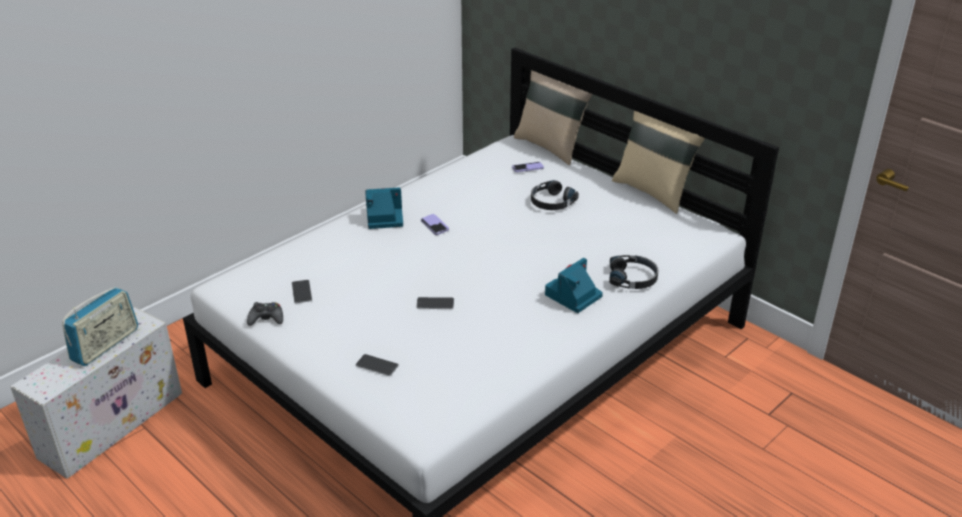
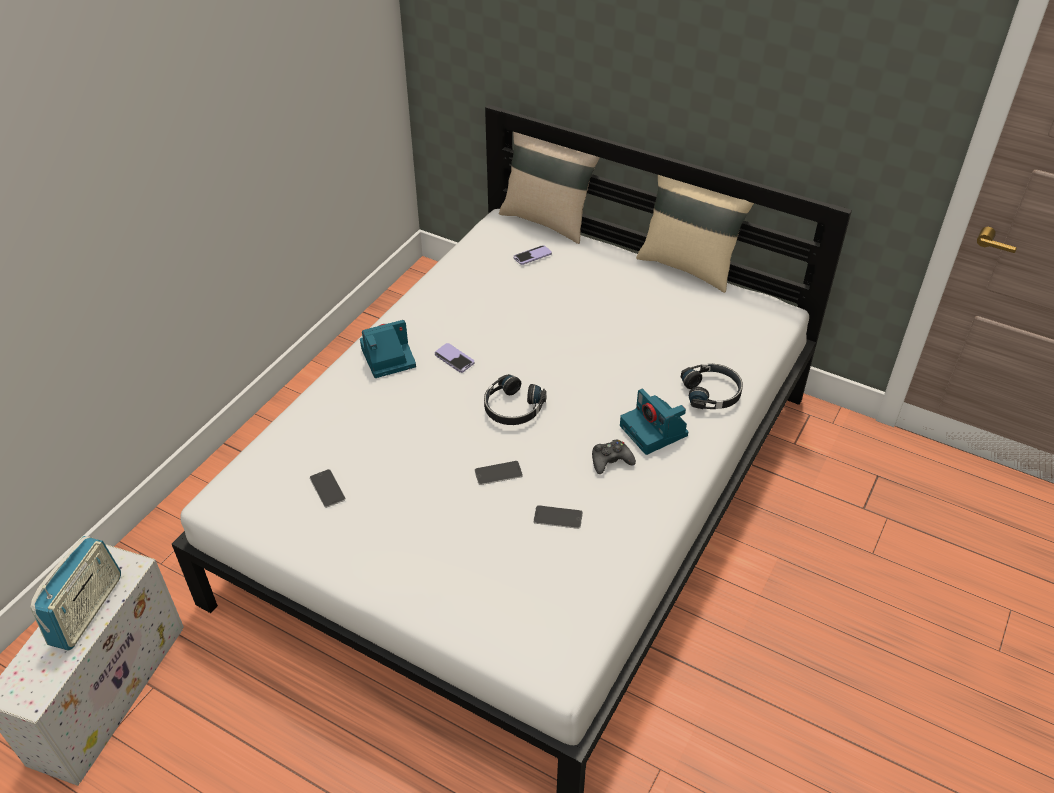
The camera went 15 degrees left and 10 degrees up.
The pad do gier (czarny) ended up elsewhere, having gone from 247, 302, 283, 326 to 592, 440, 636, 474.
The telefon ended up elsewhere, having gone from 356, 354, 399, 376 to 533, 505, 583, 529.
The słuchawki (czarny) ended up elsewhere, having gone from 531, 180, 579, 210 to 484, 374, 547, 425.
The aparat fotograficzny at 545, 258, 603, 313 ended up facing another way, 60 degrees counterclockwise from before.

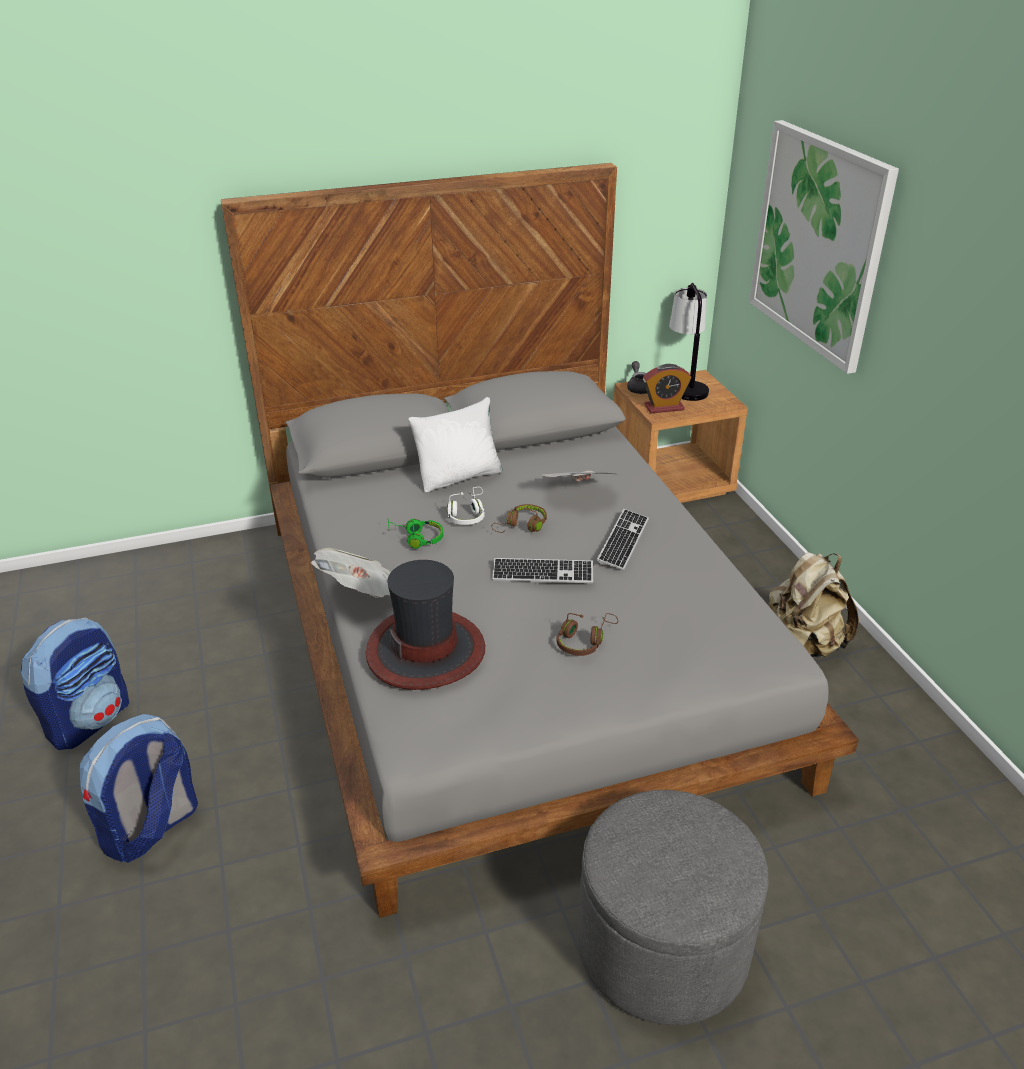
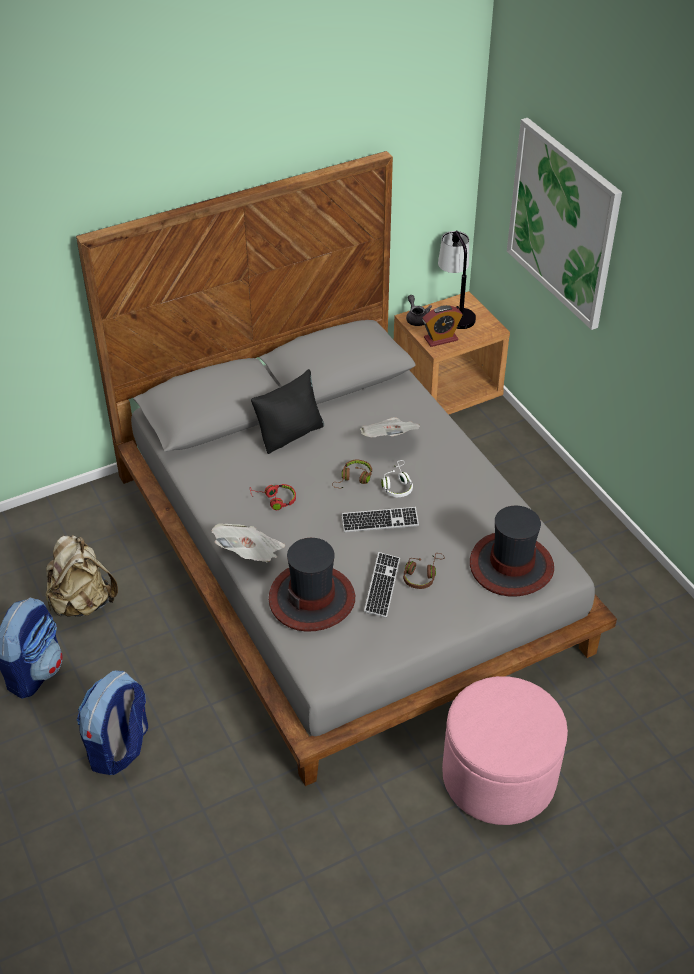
The camera went 10 degrees left and 10 degrees up.
What was the słuchawki (zielony) at 388, 519, 443, 549 turned into the słuchawki (czerwony) at 250, 484, 296, 510.
What was the poduszka (biały) at 408, 397, 503, 492 turned into the poduszka (czarny) at 251, 369, 324, 454.
The słuchawki (biały) ended up elsewhere, having gone from 447, 487, 485, 525 to 381, 460, 413, 497.
What was the pufa (szary) at 578, 790, 769, 1025 turned into the pufa (różowy) at 442, 676, 568, 825.
The klawiatura ended up elsewhere, having gone from 597, 509, 649, 570 to 364, 552, 400, 618.
The plecak (beżowy) ended up elsewhere, having gone from 769, 552, 859, 658 to 46, 535, 118, 617.
The second view gained the kapelusz at 470, 506, 554, 597.

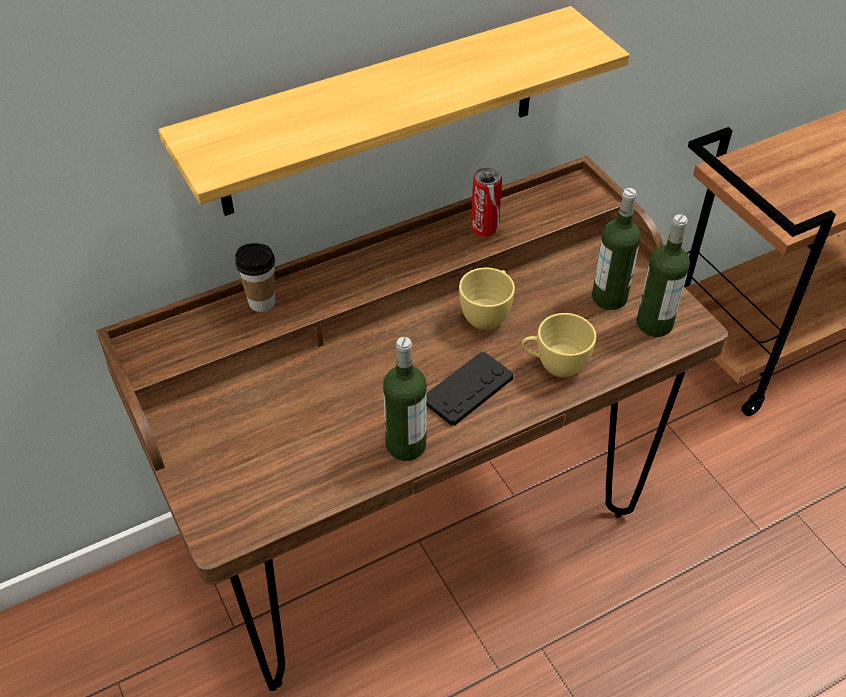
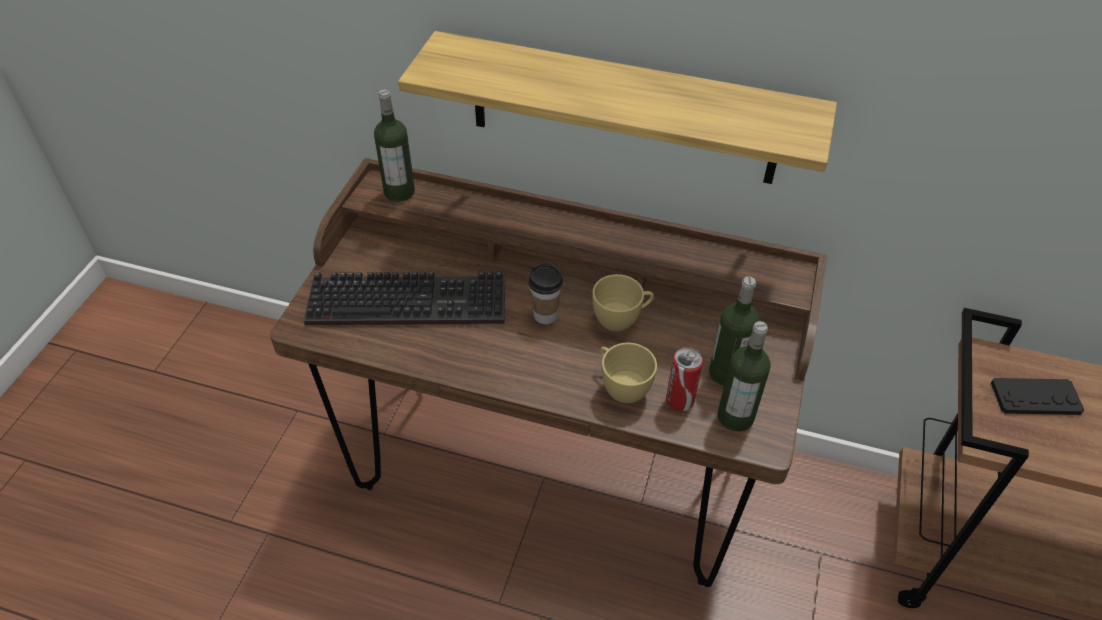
The camera went 45 degrees right and 0 degrees up.
The filiżanka ended up elsewhere, having gone from 235, 243, 275, 312 to 528, 264, 563, 324.
The butelka ended up elsewhere, having gone from 383, 337, 427, 461 to 374, 89, 415, 202.
The pad do gier (czarny) ended up elsewhere, having gone from 427, 352, 513, 426 to 991, 378, 1084, 415.
The puszka ended up elsewhere, having gone from 471, 168, 502, 237 to 666, 347, 703, 411.
The second view gained the klawiatura at 304, 271, 505, 325.

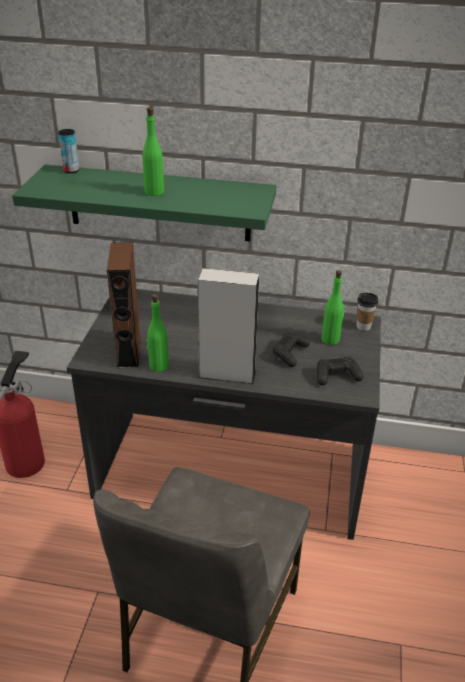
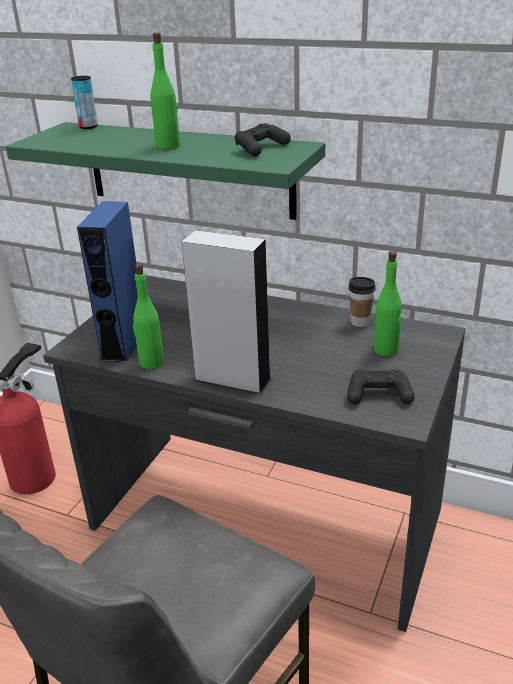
The camera went 15 degrees right and 5 degrees down.
What was the głośnik (brązowy) at 107, 242, 141, 368 turned into the głośnik (niebieski) at 77, 201, 138, 362.
The pad do gier (czarny) ended up elsewhere, having gone from 273, 332, 310, 367 to 235, 123, 291, 157.
The filiżanka ended up elsewhere, having gone from 357, 293, 378, 331 to 348, 277, 376, 327.

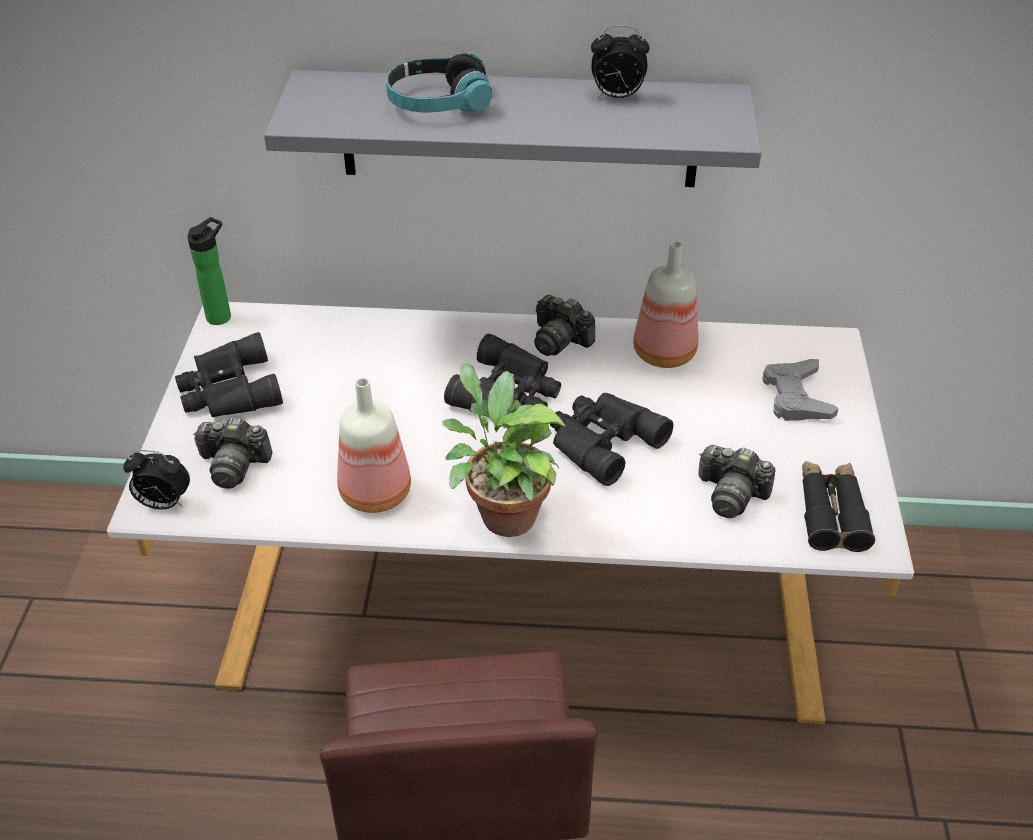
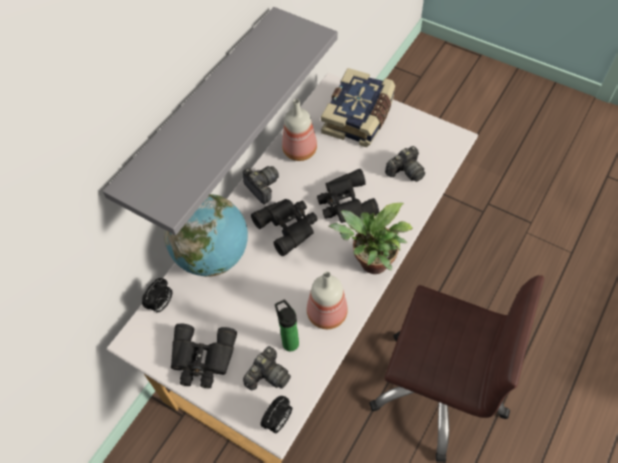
The camera went 60 degrees left and 15 degrees up.
The butelka ended up elsewhere, having gone from 188, 217, 231, 325 to 275, 299, 299, 351.
The second view lost the słuchawki at 386, 52, 493, 112.
The aparat fotograficzny at 534, 295, 595, 356 ended up facing another way, 105 degrees counterclockwise from before.
The budzik ended up elsewhere, having gone from 591, 25, 649, 99 to 142, 278, 172, 313.
Where the pad do gier (szary) stood at 763, 359, 839, 421, the książka came to stand at 321, 68, 395, 147.
The second view lost the lornetka (czarny) at 802, 461, 875, 552.
The second view gained the globus at 164, 194, 248, 277.

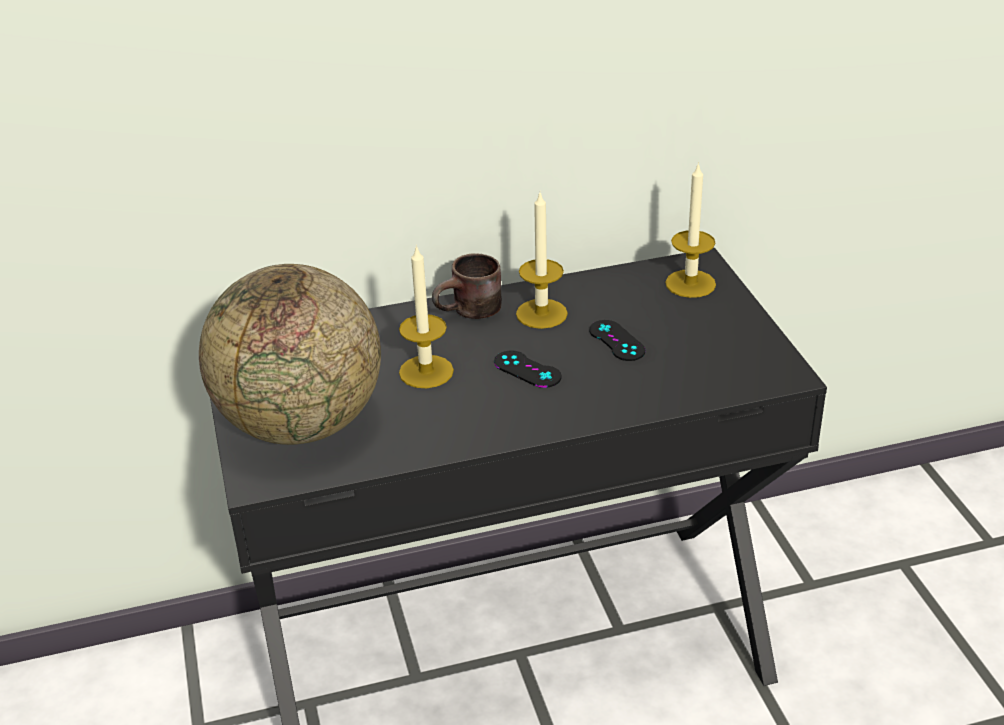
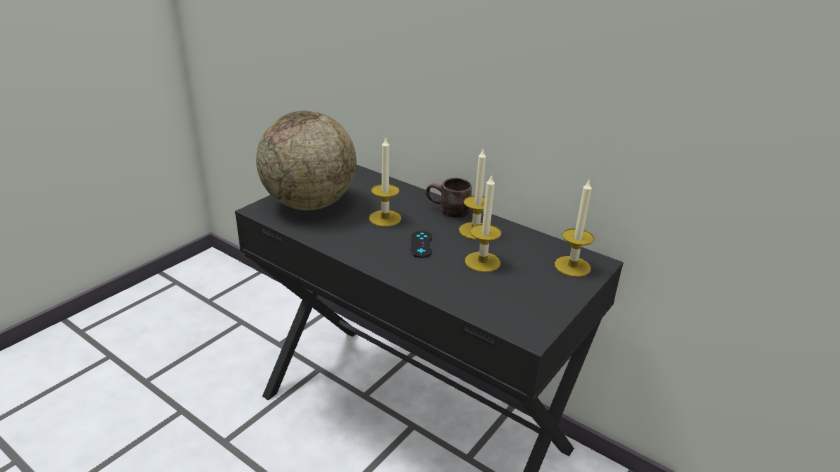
The camera went 50 degrees right and 5 degrees down.
Where the pad do gier (czarny) stood at 589, 320, 646, 361, the świeca came to stand at 465, 174, 501, 272.

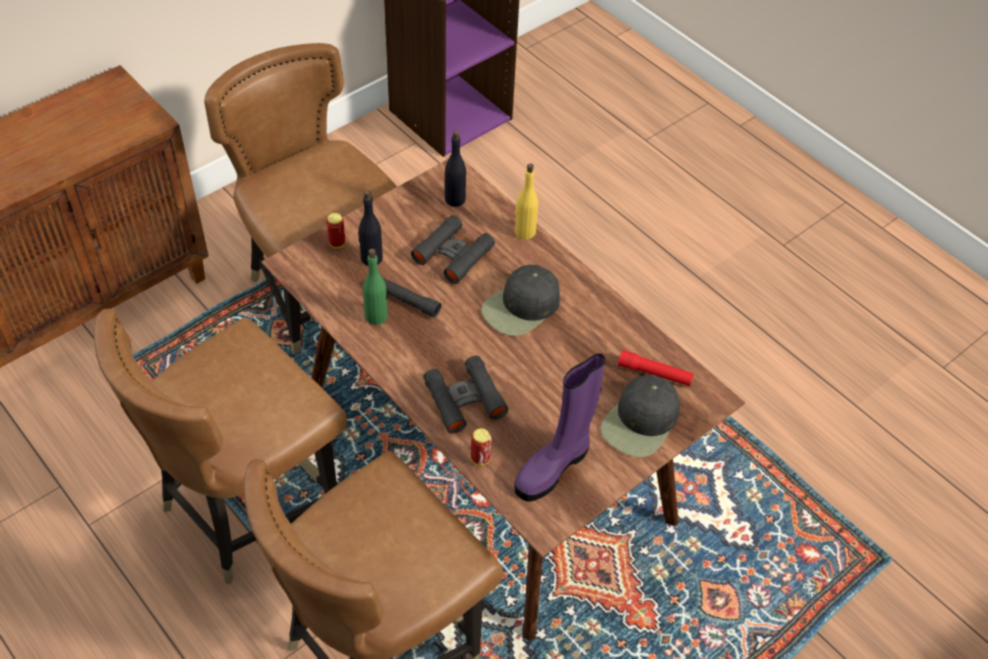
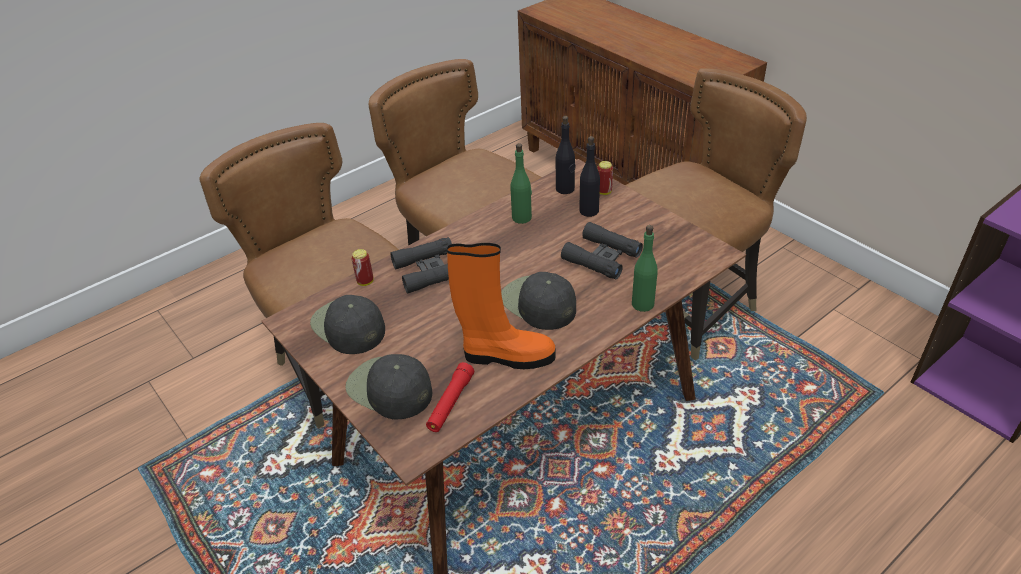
The camera went 95 degrees right and 10 degrees down.
The second view lost the latarka (czarny) at 383, 278, 441, 318.
The butelka (czarny) ended up elsewhere, having gone from 445, 131, 466, 207 to 556, 116, 576, 194.
Where the but z cholewką (fioletowy) stood at 514, 353, 605, 502, the czapka z daszkiem (czarny) came to stand at 310, 295, 385, 354.
What was the butelka (żółty) at 515, 163, 538, 239 turned into the butelka (zielony) at 632, 225, 658, 312.
The second view gained the but z cholewką (pomarańczowy) at 447, 243, 556, 369.

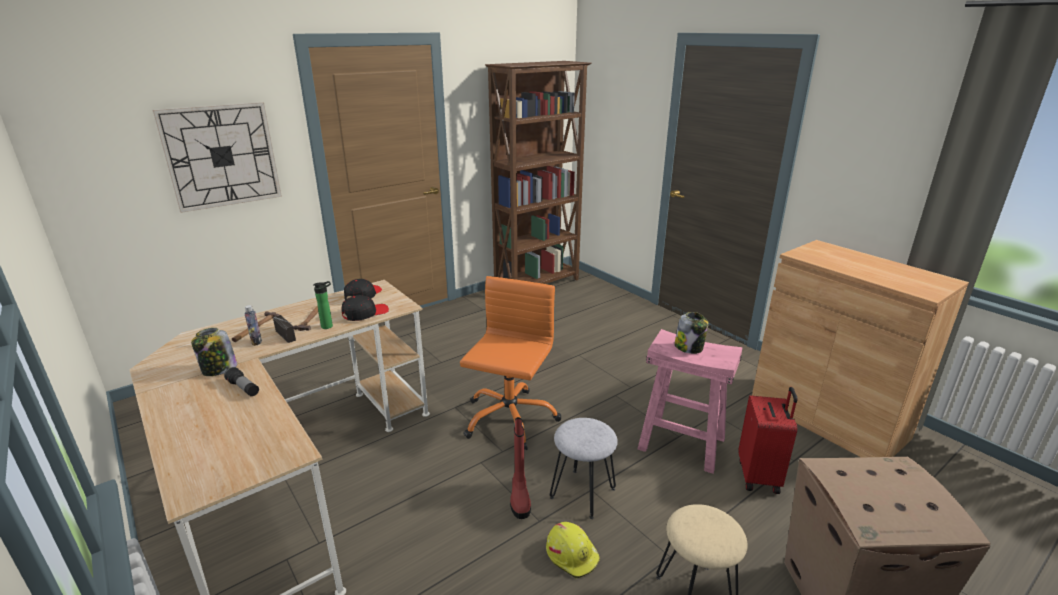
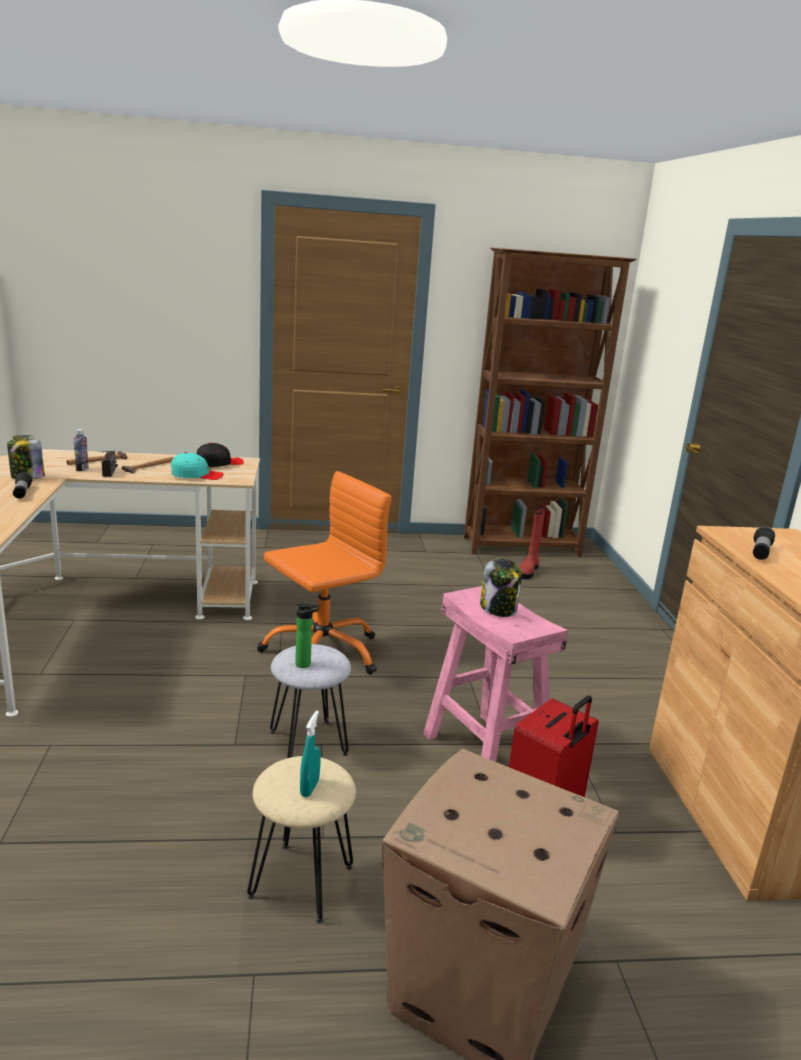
The camera went 30 degrees right and 5 degrees down.
The second view lost the zegar ścienny at 152, 102, 282, 213.
The butelka ended up elsewhere, having gone from 313, 281, 333, 329 to 295, 603, 319, 668.
What was the czapka z daszkiem (czarny) at 341, 295, 389, 321 turned into the czapka z daszkiem (turkusowy) at 171, 452, 224, 480.
The but z cholewką (czerwony) ended up elsewhere, having gone from 510, 417, 531, 519 to 519, 506, 546, 580.
The second view lost the kask (żółty) at 546, 522, 600, 579.
The second view gained the spryskiwacz (turkusowy) at 300, 711, 321, 797.
The second view gained the latarka at 753, 526, 775, 560.

